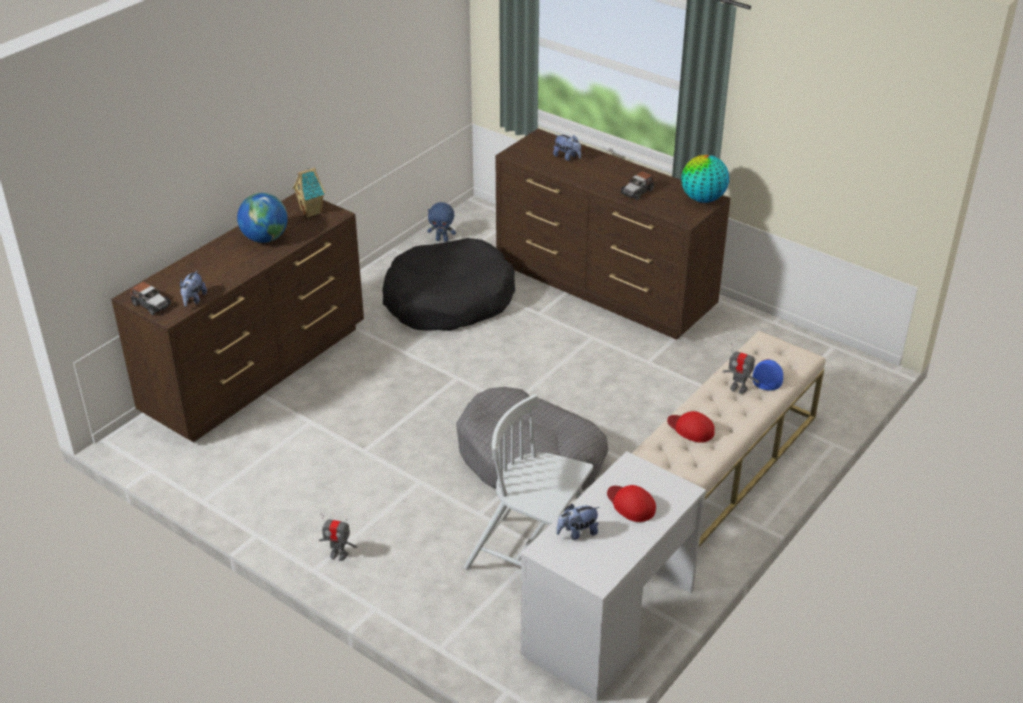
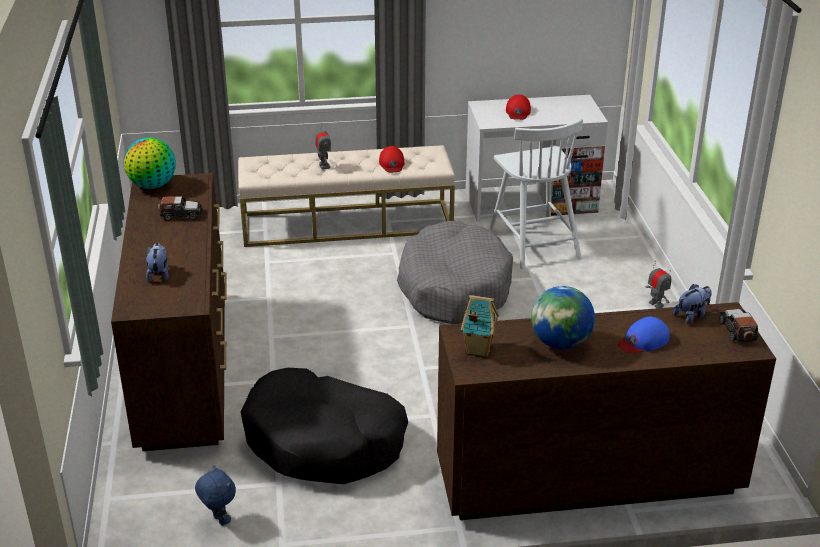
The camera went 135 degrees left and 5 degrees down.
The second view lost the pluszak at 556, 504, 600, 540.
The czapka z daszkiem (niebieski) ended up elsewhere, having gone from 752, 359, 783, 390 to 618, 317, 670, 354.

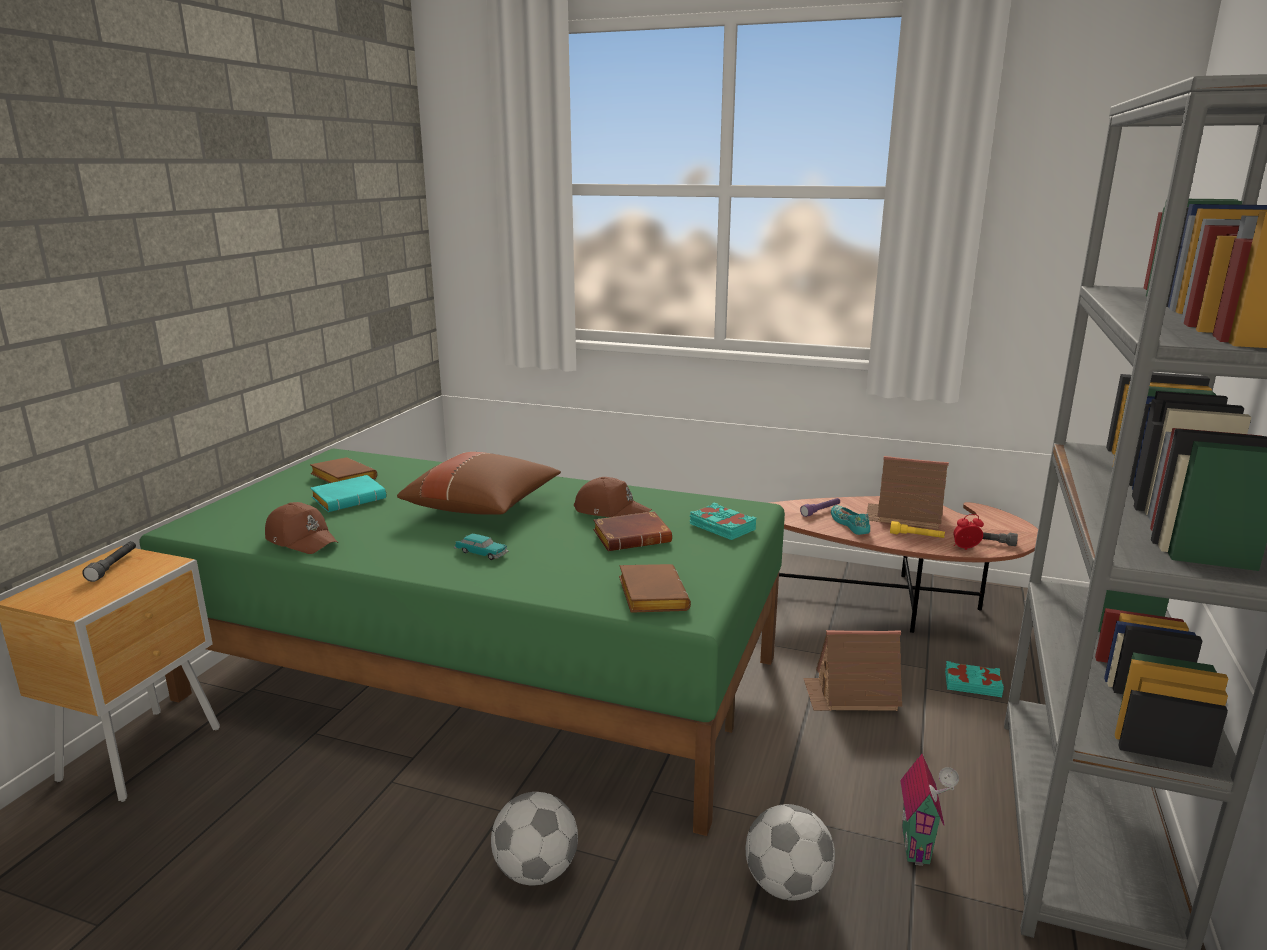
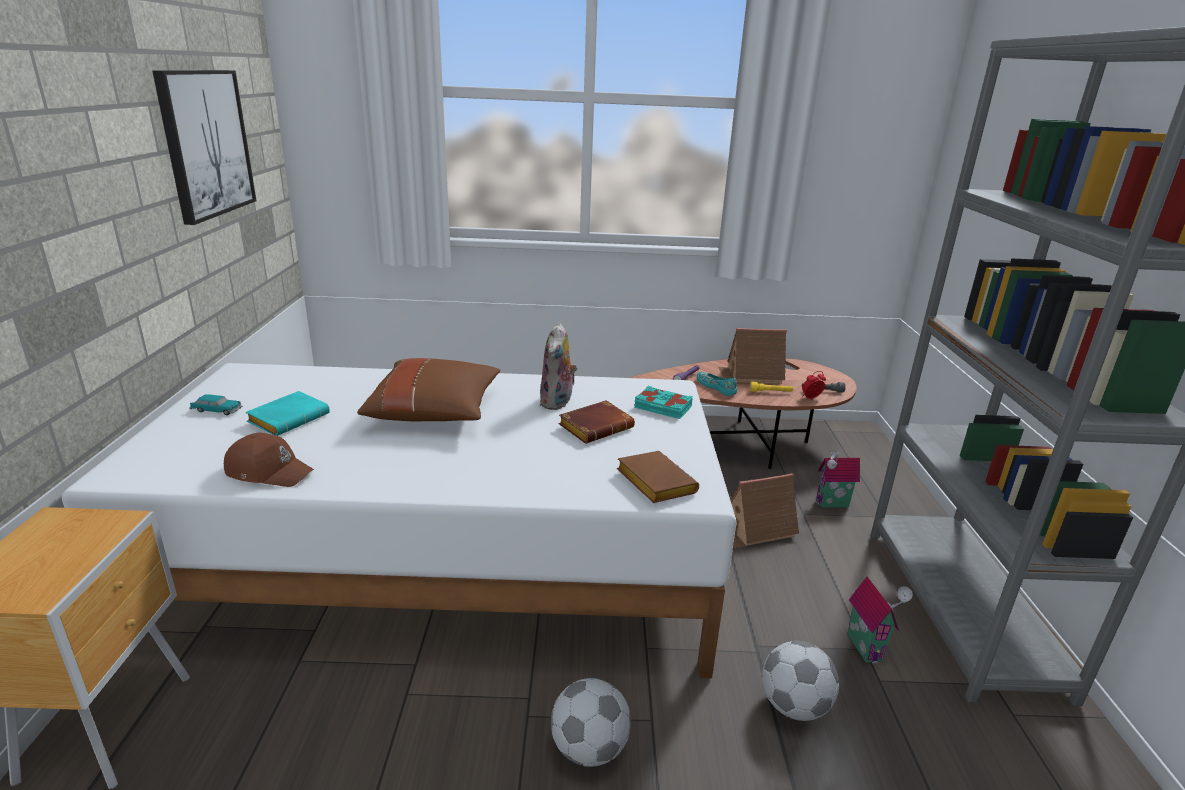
The camera went 20 degrees left and 5 degrees up.
The second view lost the latarka (szary) at 82, 541, 136, 582.
What was the łóżko (zielony) at 140, 448, 785, 836 turned into the łóżko (biały) at 62, 363, 737, 679.
The second view lost the książka (brązowy) at 310, 457, 377, 483.
The samochodzik ended up elsewhere, having gone from 454, 534, 509, 560 to 189, 394, 243, 415.
Where the czapka z daszkiem (brązowy) stood at 574, 477, 652, 517, the pluszak came to stand at 540, 322, 578, 410.
Where the książka (turkusowy) stood at 945, 661, 1004, 697, the domek came to stand at 816, 450, 860, 507.
The second view gained the obraz at 152, 70, 256, 225.

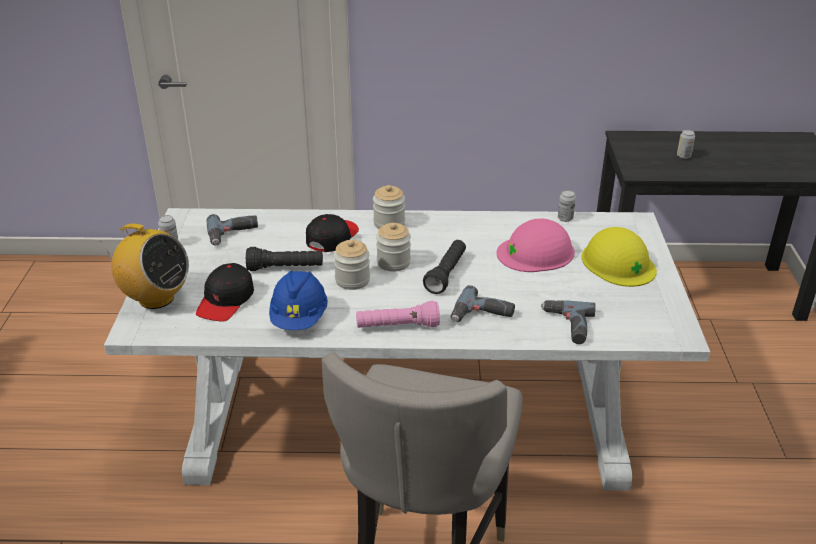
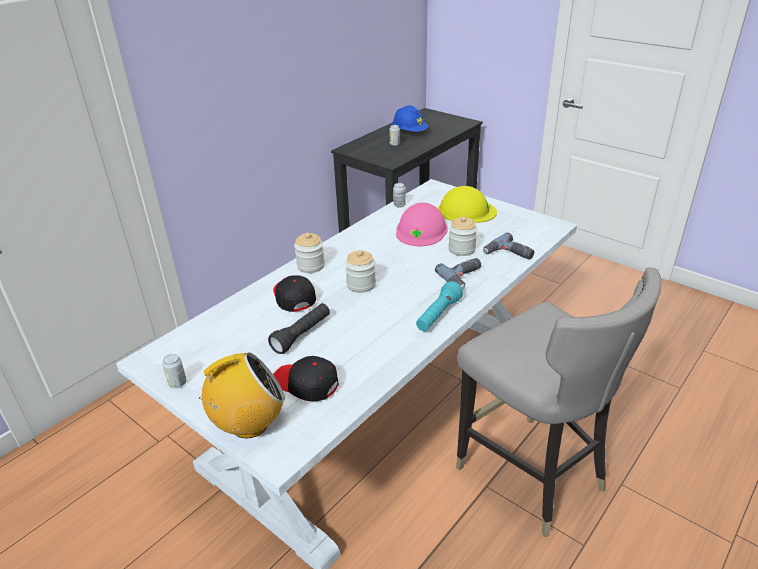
The camera went 50 degrees left and 0 degrees up.
The czapka z daszkiem (czarny) at 196, 263, 254, 322 ended up facing another way, 150 degrees clockwise from before.
The second view lost the wiertarka at 207, 214, 258, 245.
The kask (niebieski) ended up elsewhere, having gone from 269, 271, 328, 330 to 392, 105, 429, 132.
The słoik ended up elsewhere, having gone from 334, 240, 370, 290 to 448, 216, 477, 256.
What was the latarka (różowy) at 356, 301, 440, 328 turned into the latarka (turkusowy) at 416, 281, 463, 331.
The second view lost the latarka (czarny) at 423, 240, 466, 294.

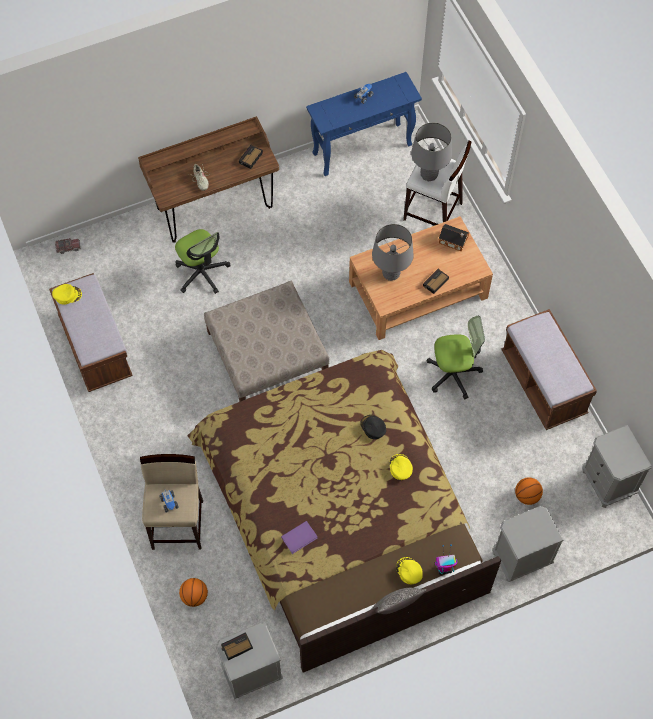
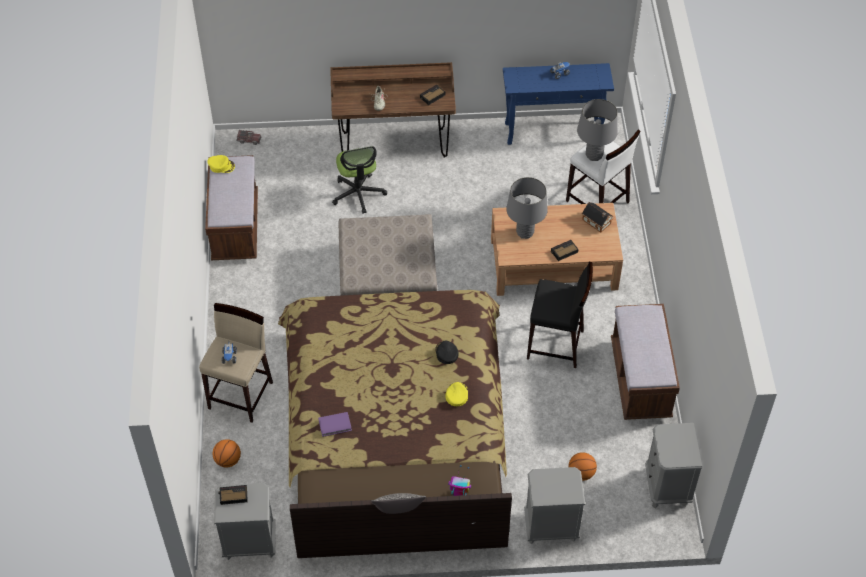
The camera went 20 degrees right and 10 degrees down.
The second view lost the czapka z daszkiem (żółty) at 396, 557, 423, 584.
Where the krzesło biurowe stood at 427, 316, 485, 400, the stołek (czarny) came to stand at 527, 261, 593, 368.

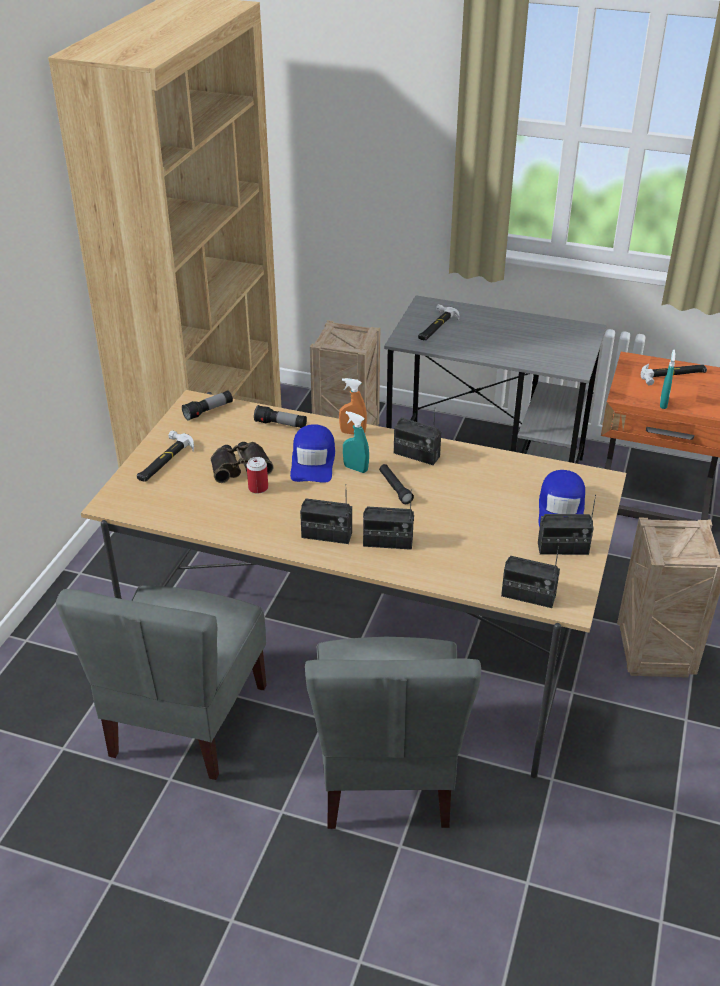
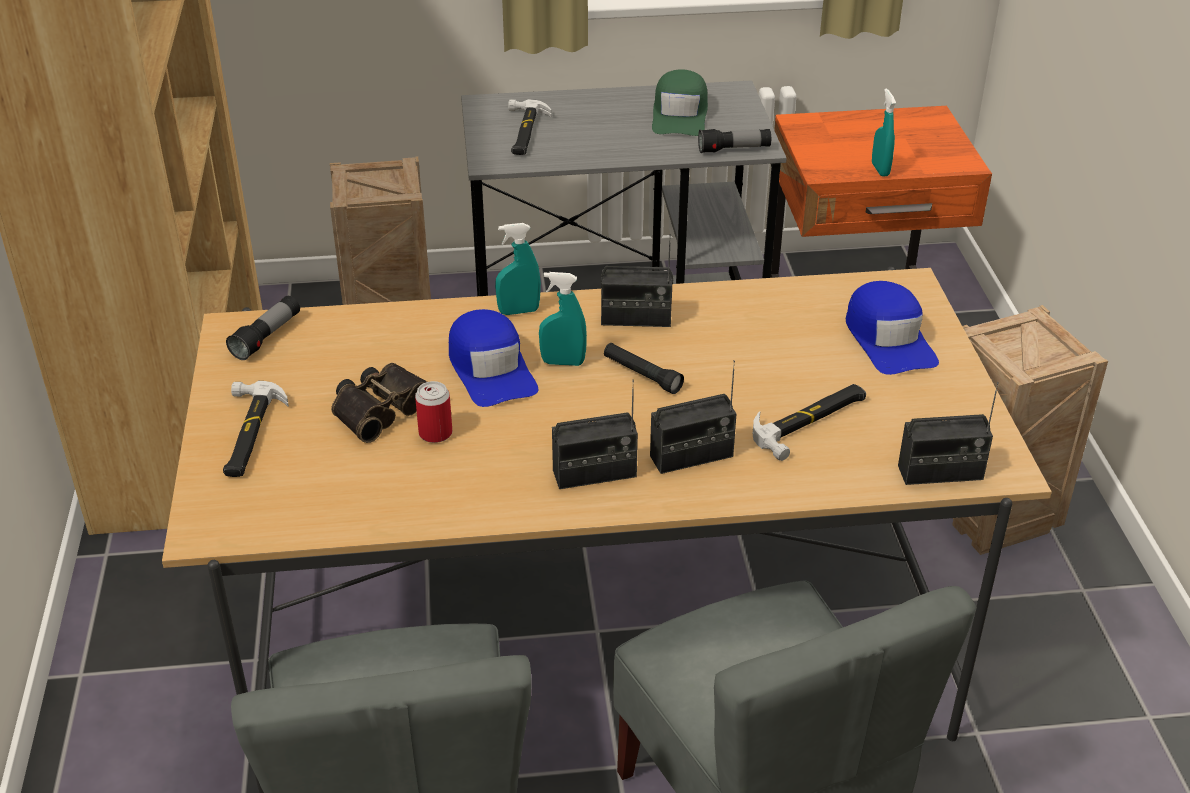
The camera went 25 degrees left and 0 degrees up.
The latarka ended up elsewhere, having gone from 254, 405, 307, 428 to 698, 129, 771, 153.
What was the spryskiwacz (pomarańczowy) at 339, 378, 367, 434 turned into the spryskiwacz (turkusowy) at 495, 223, 541, 315.
The second view lost the radio at 538, 494, 596, 555.
The młotek ended up elsewhere, having gone from 641, 364, 707, 385 to 753, 384, 866, 461.
The second view gained the czapka z daszkiem (zielony) at 652, 69, 708, 136.

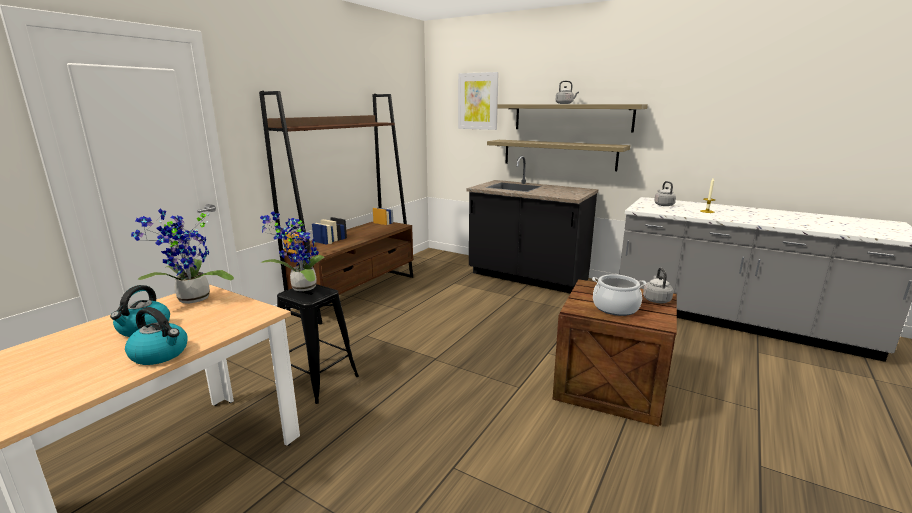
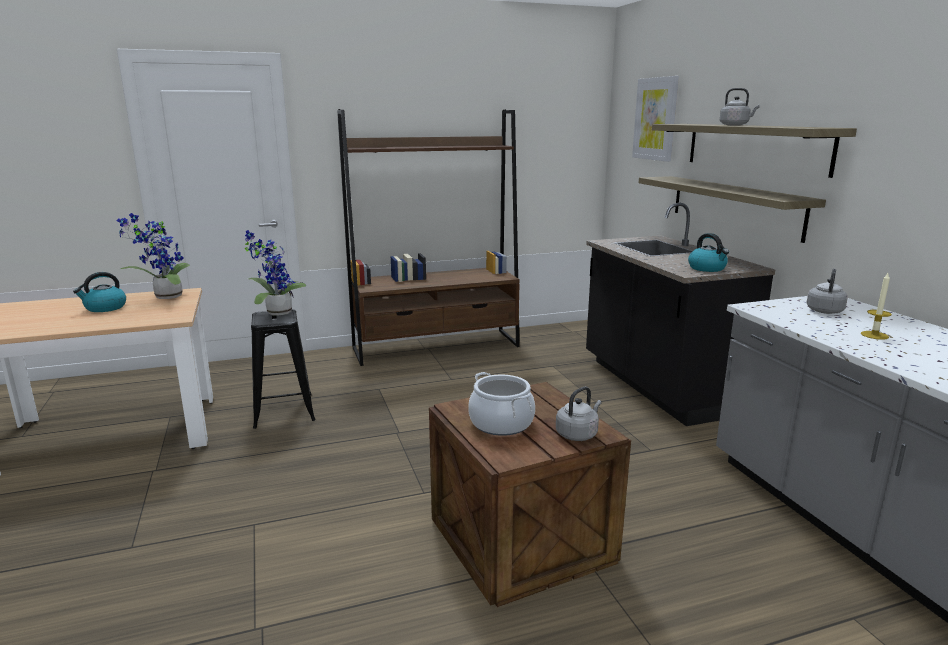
The camera went 40 degrees right and 0 degrees up.
The czajnik ended up elsewhere, having gone from 125, 307, 188, 365 to 688, 233, 729, 272.

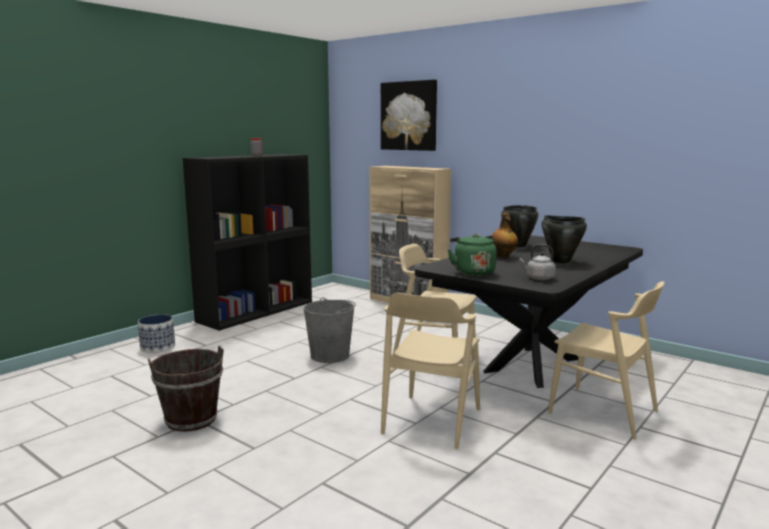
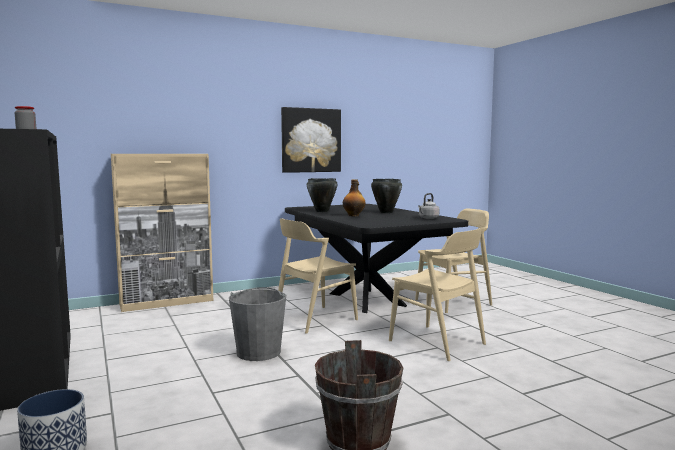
The camera went 65 degrees left and 5 degrees down.
The obraz ended up elsewhere, having gone from 381, 80, 437, 151 to 281, 107, 341, 173.
The second view lost the czajnik (zielony) at 448, 234, 496, 276.

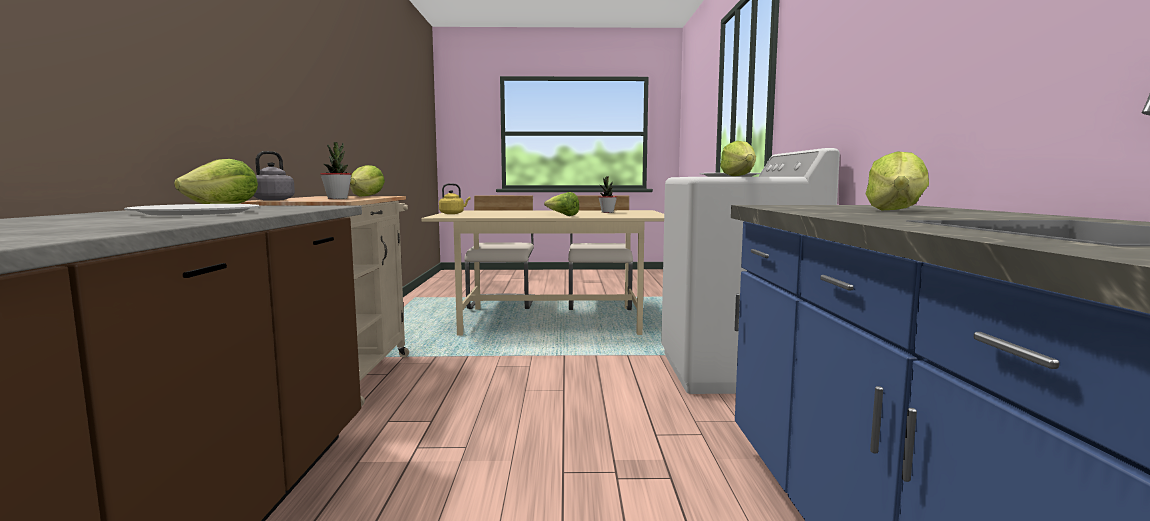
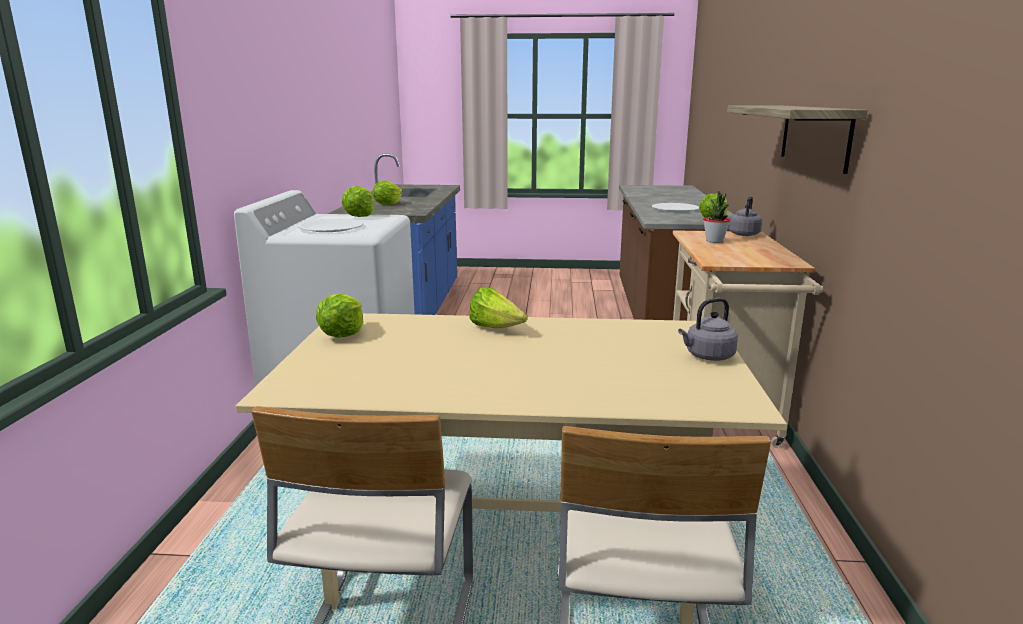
The camera went 175 degrees left and 10 degrees up.
The sałata ended up elsewhere, having gone from 350, 165, 385, 197 to 316, 294, 364, 338.
What was the czajnik (żółty) at 439, 183, 471, 214 turned into the czajnik (szary) at 678, 298, 738, 361.
The second view lost the roślina doniczkowa at 598, 176, 617, 213.
The second view gained the półka at 727, 106, 867, 174.

